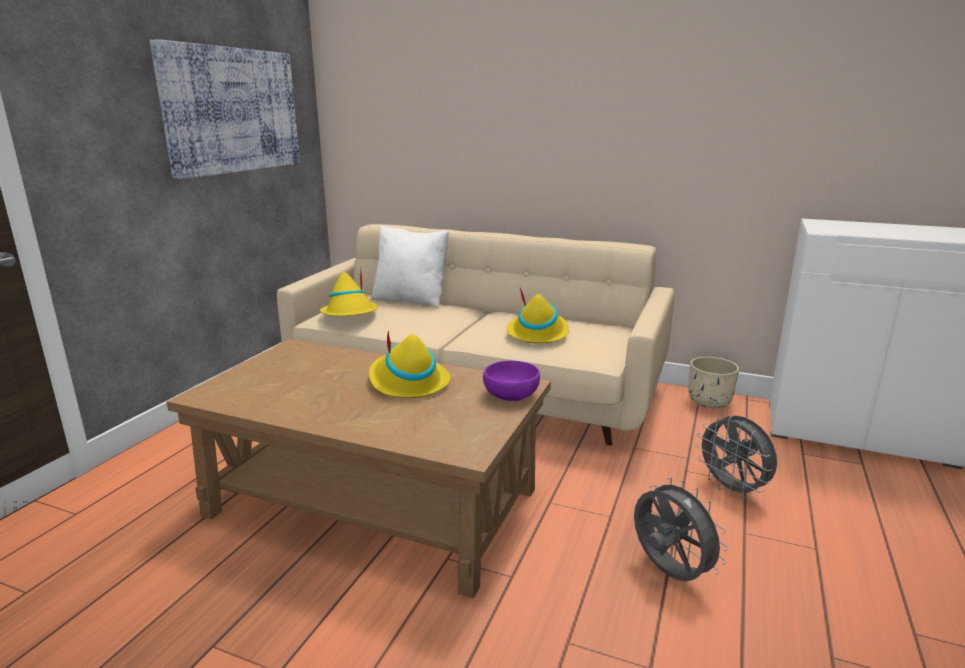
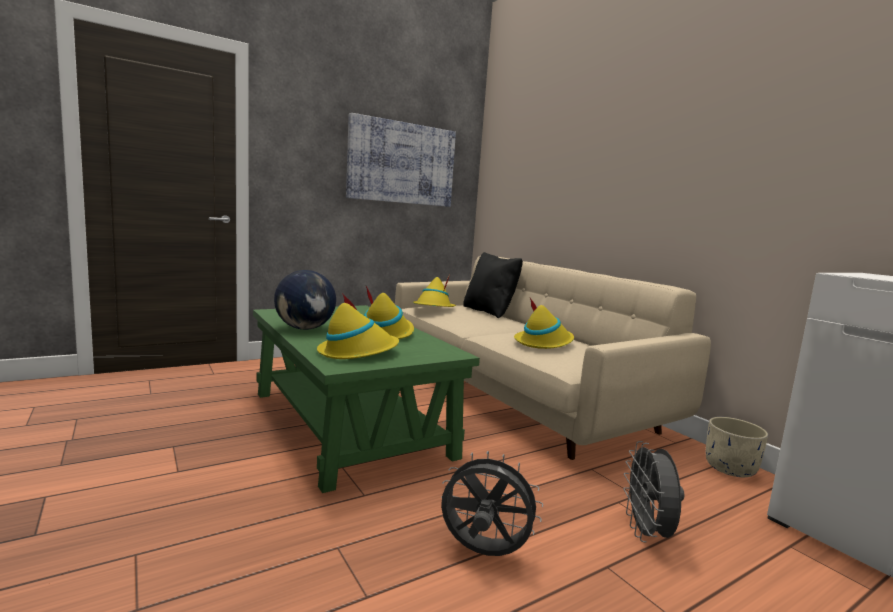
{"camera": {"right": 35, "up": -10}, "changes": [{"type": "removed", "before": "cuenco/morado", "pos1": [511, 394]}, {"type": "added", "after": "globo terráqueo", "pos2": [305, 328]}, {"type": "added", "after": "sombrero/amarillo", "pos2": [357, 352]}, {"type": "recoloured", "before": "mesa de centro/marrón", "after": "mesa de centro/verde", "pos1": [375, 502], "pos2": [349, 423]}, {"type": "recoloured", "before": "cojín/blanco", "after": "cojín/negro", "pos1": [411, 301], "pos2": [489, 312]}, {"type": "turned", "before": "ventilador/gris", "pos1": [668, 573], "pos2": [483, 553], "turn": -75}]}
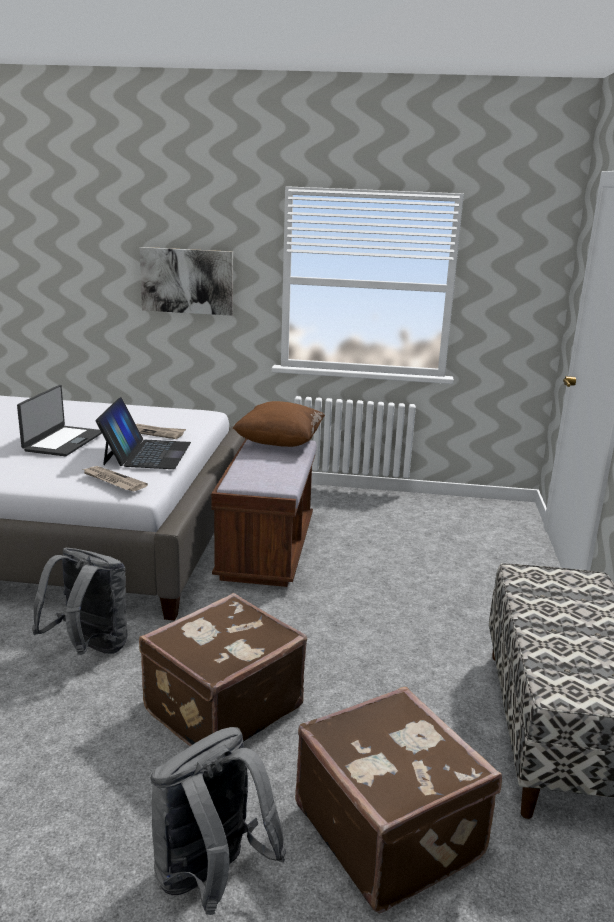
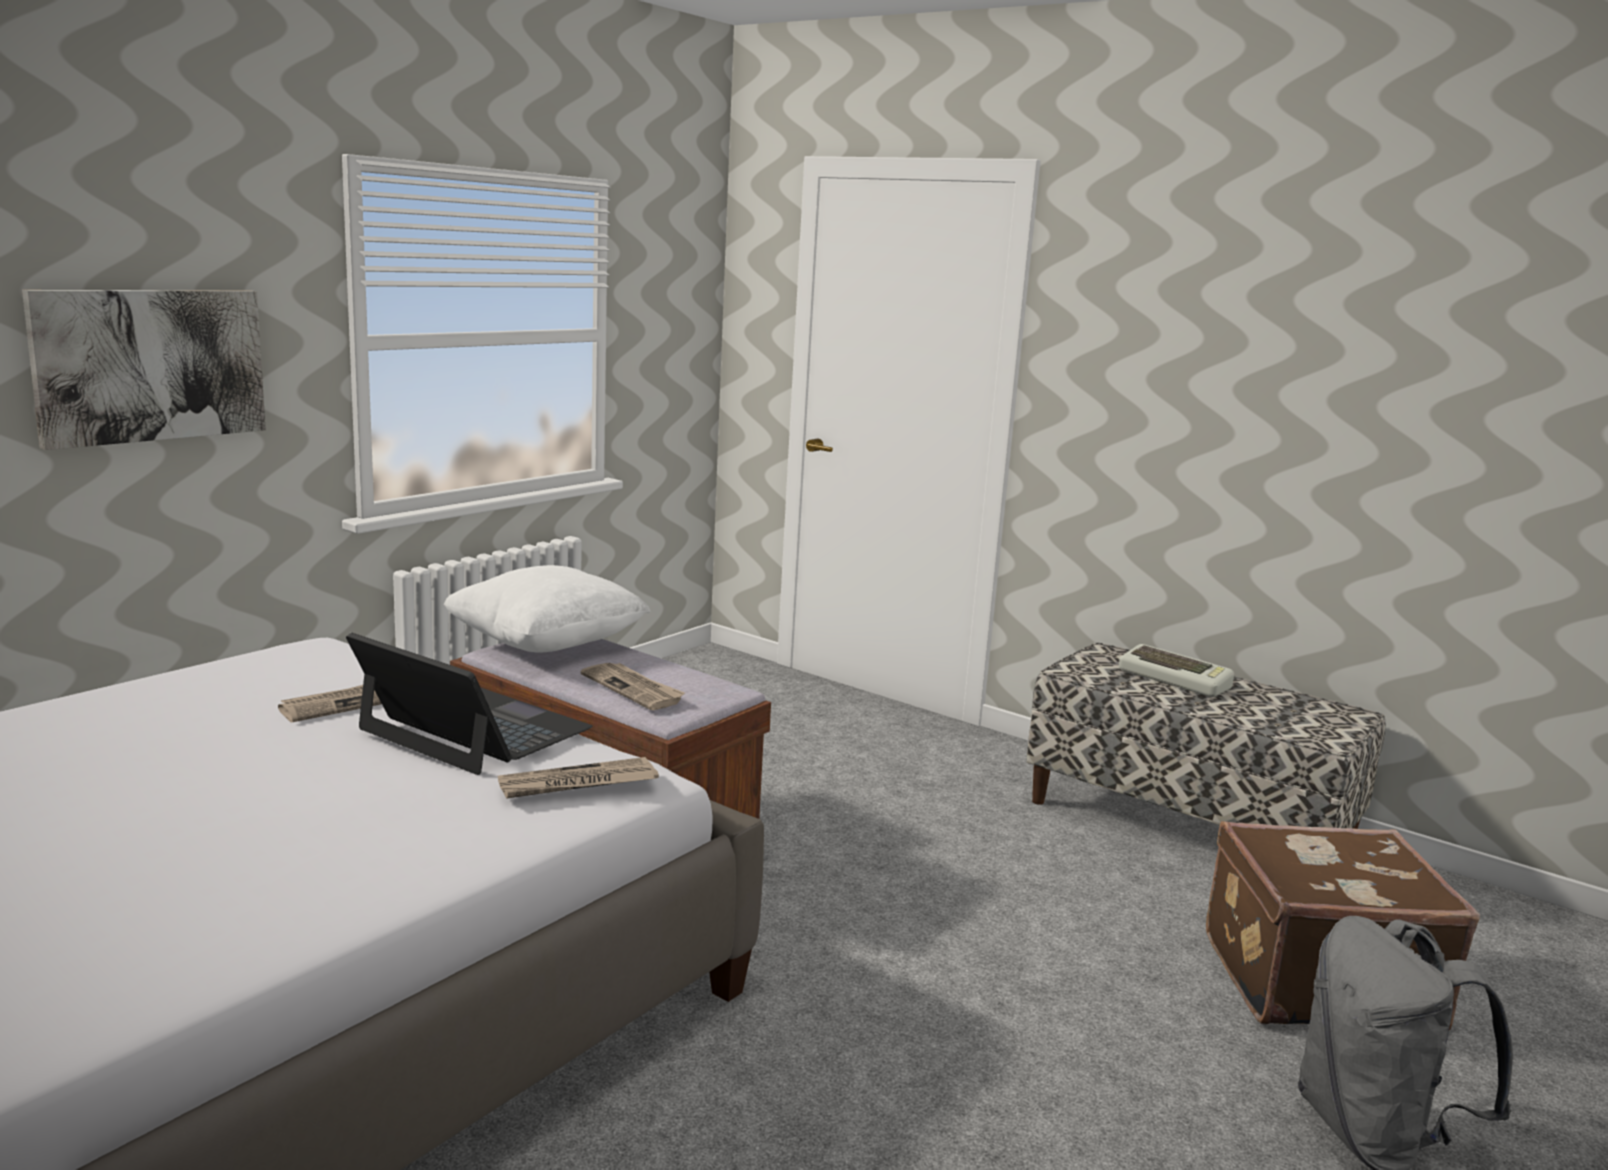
{"camera": {"right": -60, "up": -5}, "changes": [{"type": "removed", "before": "portátil", "pos1": [63, 441]}, {"type": "removed", "before": "mochila/gris", "pos1": [89, 649]}, {"type": "removed", "before": "maleta/marrón", "pos1": [221, 707]}, {"type": "added", "after": "periódico", "pos2": [633, 689]}, {"type": "added", "after": "teclado", "pos2": [1176, 679]}, {"type": "recoloured", "before": "cojín/marrón", "after": "cojín/blanco", "pos1": [279, 443], "pos2": [546, 646]}]}
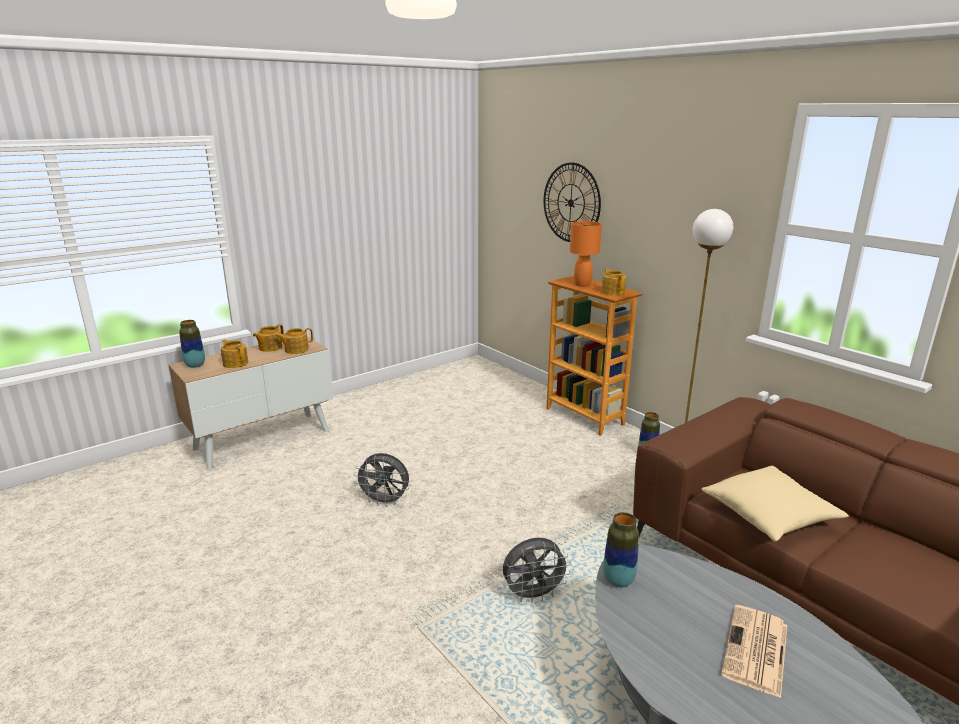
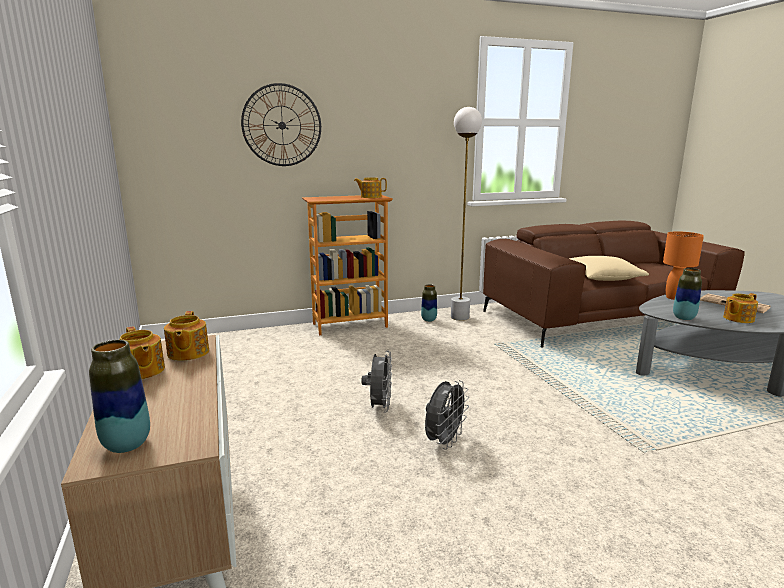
{"camera": {"right": -70, "up": -5}, "changes": [{"type": "moved", "before": "tetera", "pos1": [235, 363], "pos2": [737, 318]}, {"type": "moved", "before": "ventilador/gris", "pos1": [533, 595], "pos2": [379, 407]}, {"type": "moved", "before": "lámpara de mesa/naranja", "pos1": [582, 284], "pos2": [674, 298]}]}
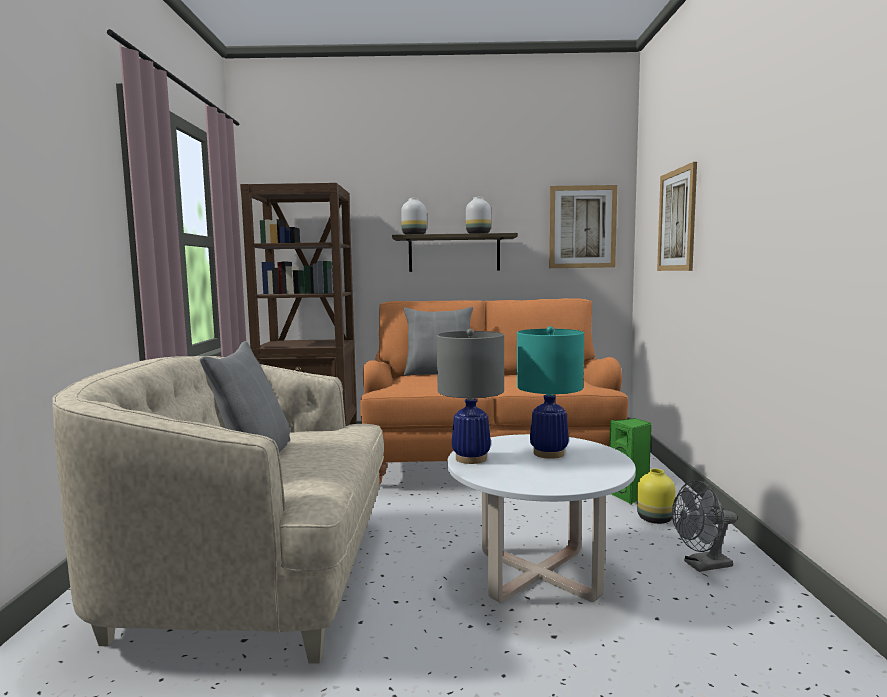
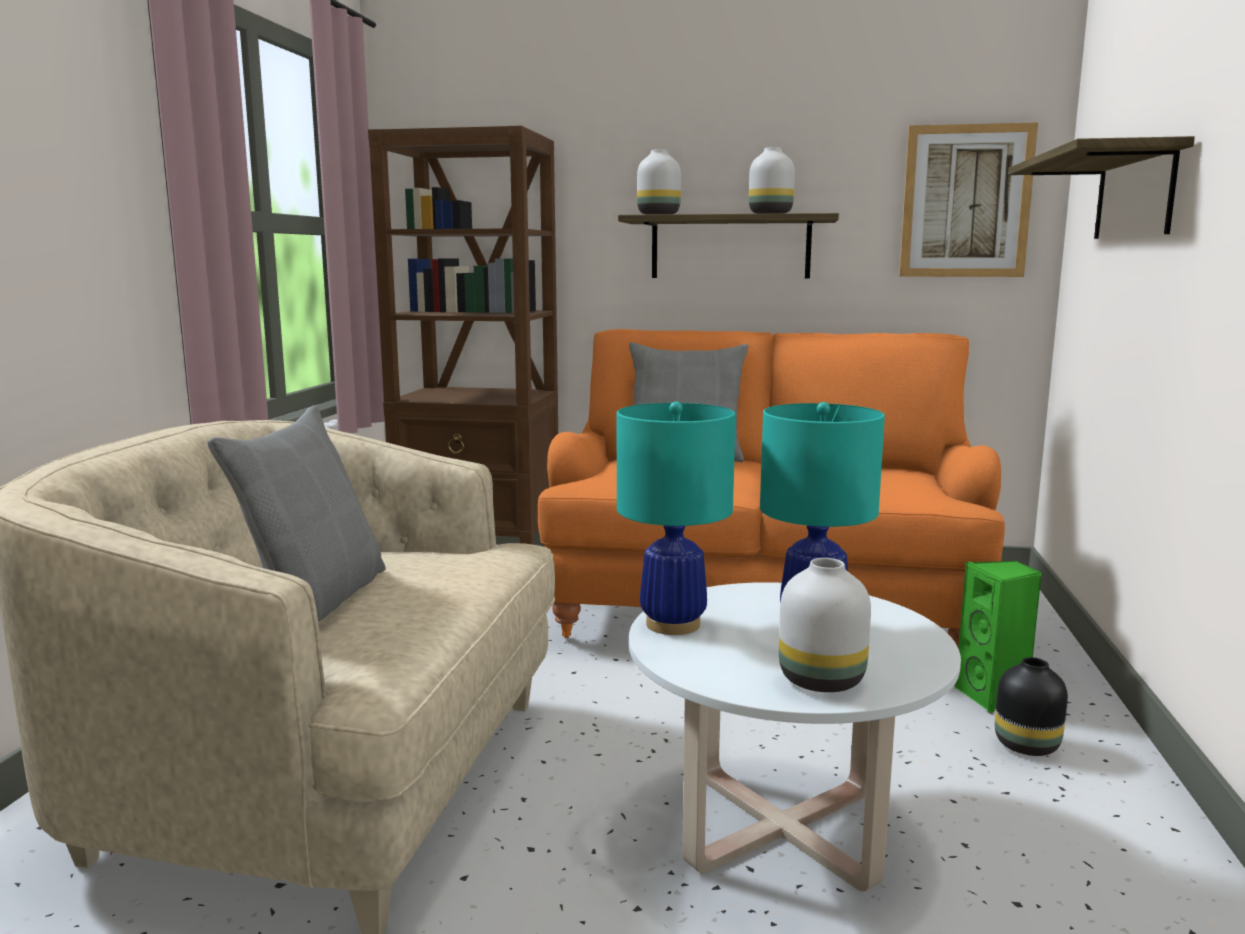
{"camera": {"right": 10, "up": 5}, "changes": [{"type": "removed", "before": "ventilador/gris", "pos1": [702, 566]}, {"type": "added", "after": "florero/blanco", "pos2": [819, 680]}, {"type": "replaced", "before": "cuadro", "after": "estante", "pos1": [677, 220], "pos2": [1133, 195]}, {"type": "recoloured", "before": "lámpara de mesa/gris", "after": "lámpara de mesa/turquesa", "pos1": [471, 458], "pos2": [673, 624]}, {"type": "recoloured", "before": "florero/amarillo", "after": "florero/negro", "pos1": [654, 518], "pos2": [1025, 745]}]}
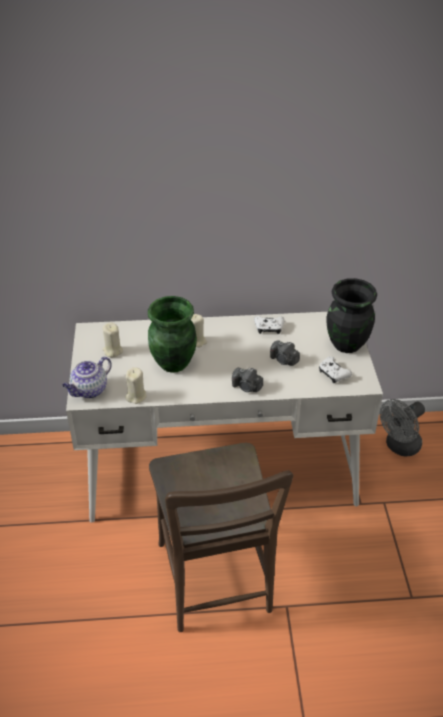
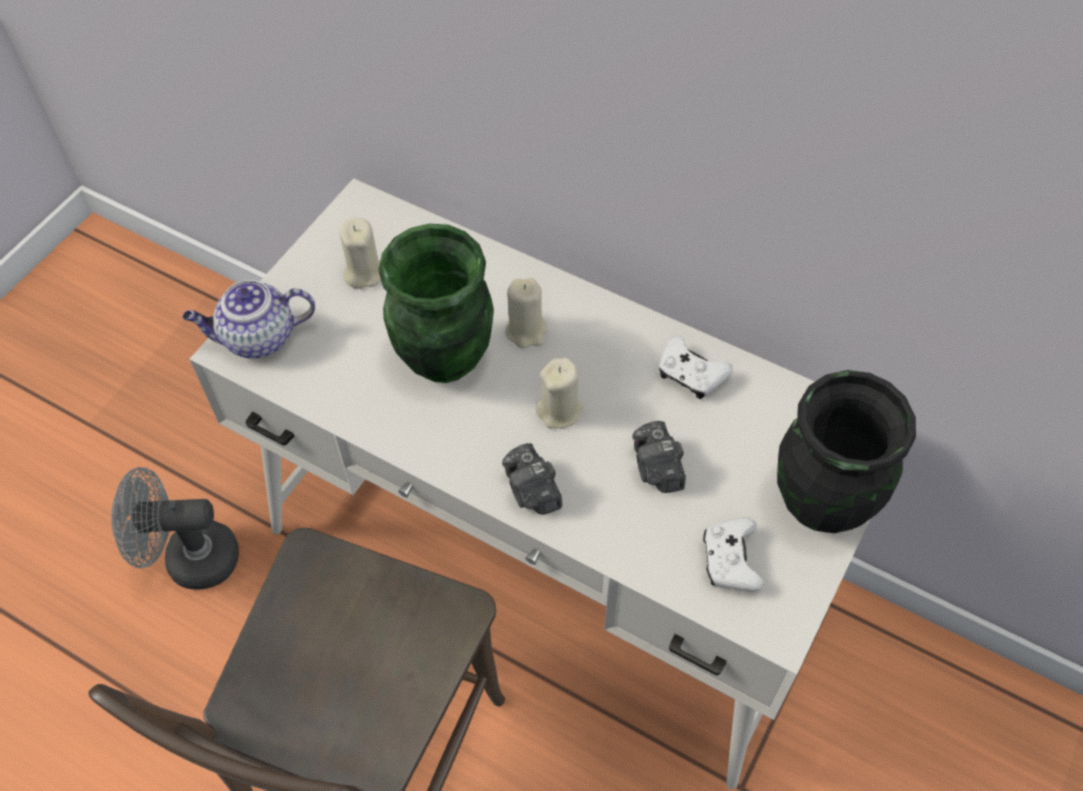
{"camera": {"right": 35, "up": 15}, "changes": [{"type": "moved", "before": "vela/beis", "pos1": [136, 396], "pos2": [560, 410]}, {"type": "moved", "before": "ventilador/gris", "pos1": [399, 447], "pos2": [190, 559]}]}
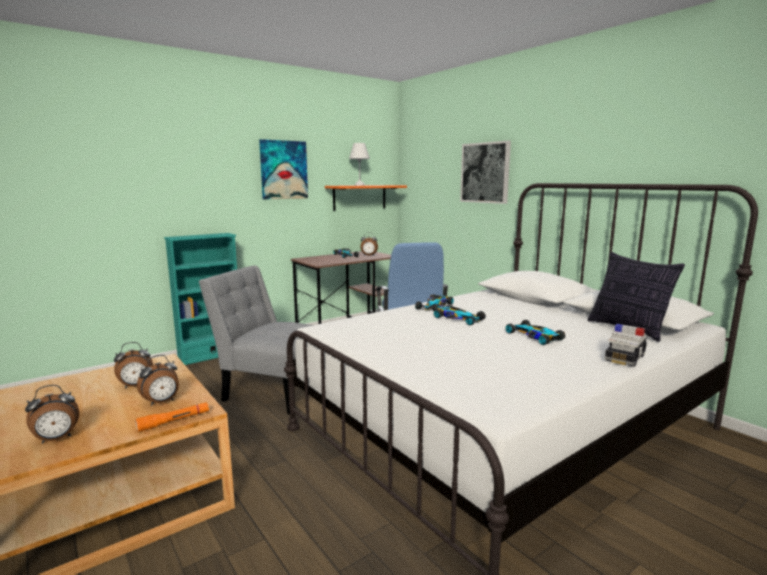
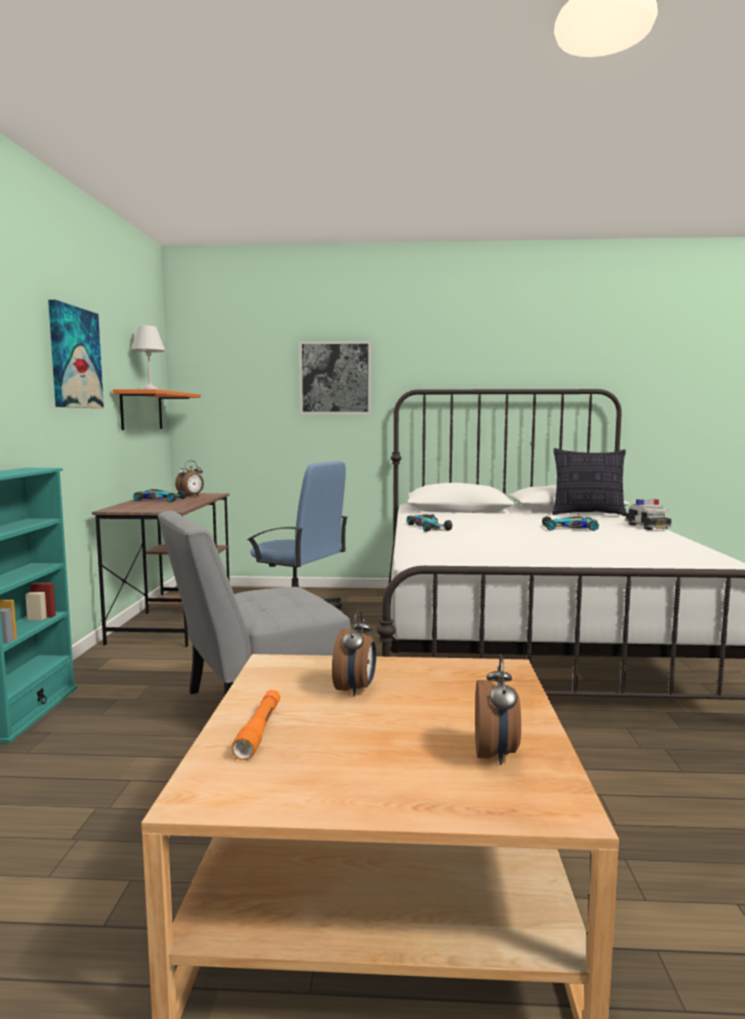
{"camera": {"right": -50, "up": -5}, "changes": [{"type": "removed", "before": "despertador", "pos1": [161, 402]}, {"type": "removed", "before": "coche de juguete", "pos1": [458, 318]}, {"type": "moved", "before": "linterna/naranja", "pos1": [174, 421], "pos2": [259, 731]}]}
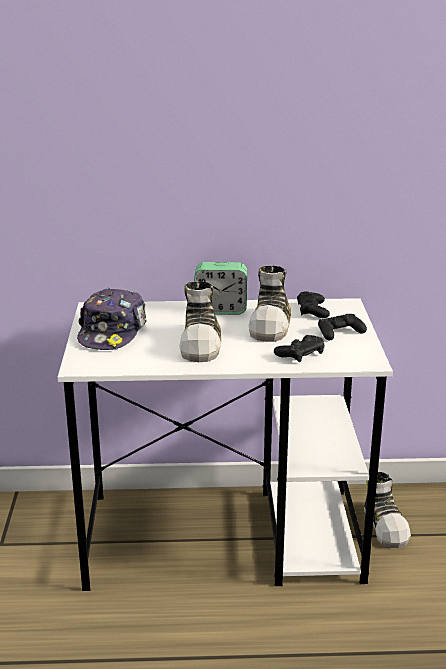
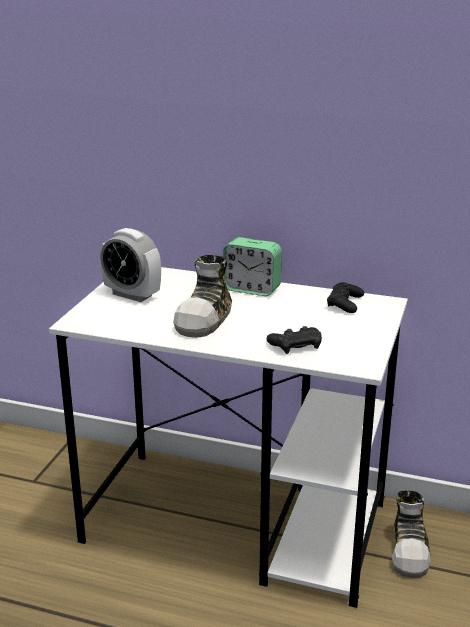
{"camera": {"right": 20, "up": 0}, "changes": [{"type": "removed", "before": "zapato", "pos1": [271, 324]}, {"type": "removed", "before": "mando de consola/negro", "pos1": [340, 332]}, {"type": "replaced", "before": "gorra", "after": "despertador", "pos1": [113, 332], "pos2": [132, 295]}]}
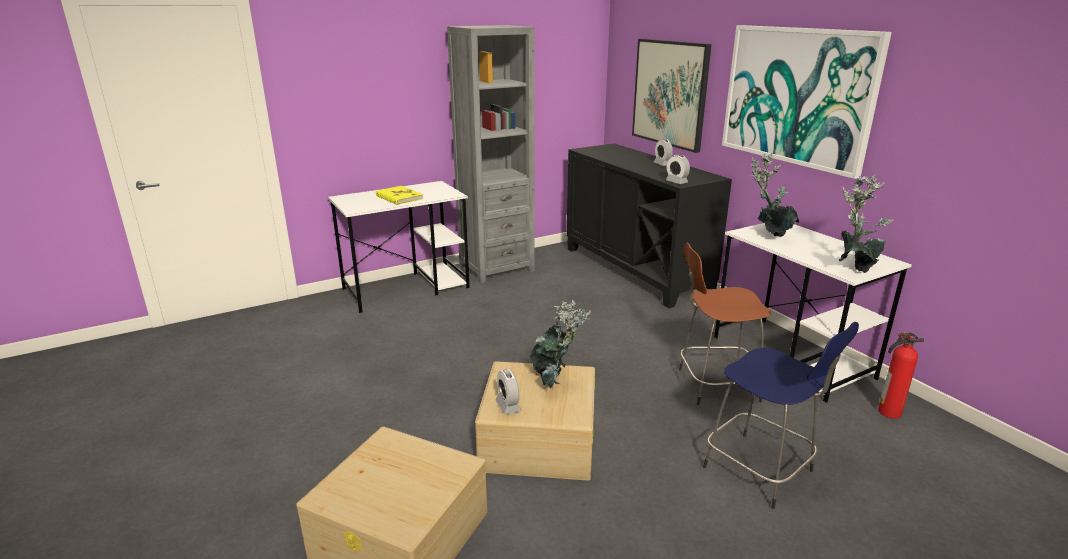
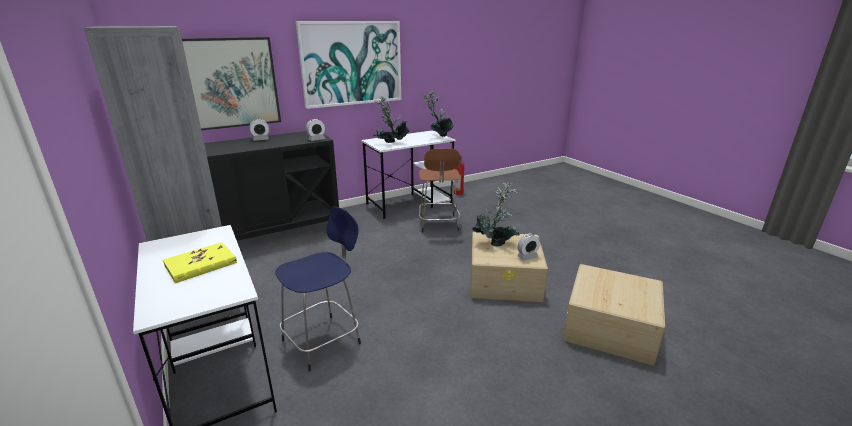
{"camera": {"right": -90, "up": 0}, "changes": [{"type": "moved", "before": "taburete/azul", "pos1": [761, 471], "pos2": [324, 340]}]}
